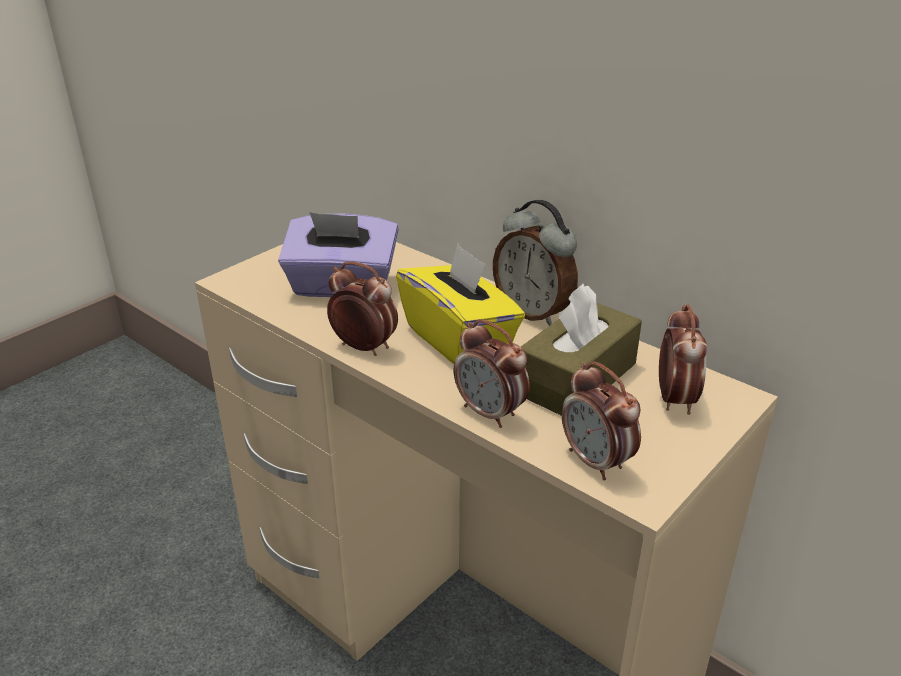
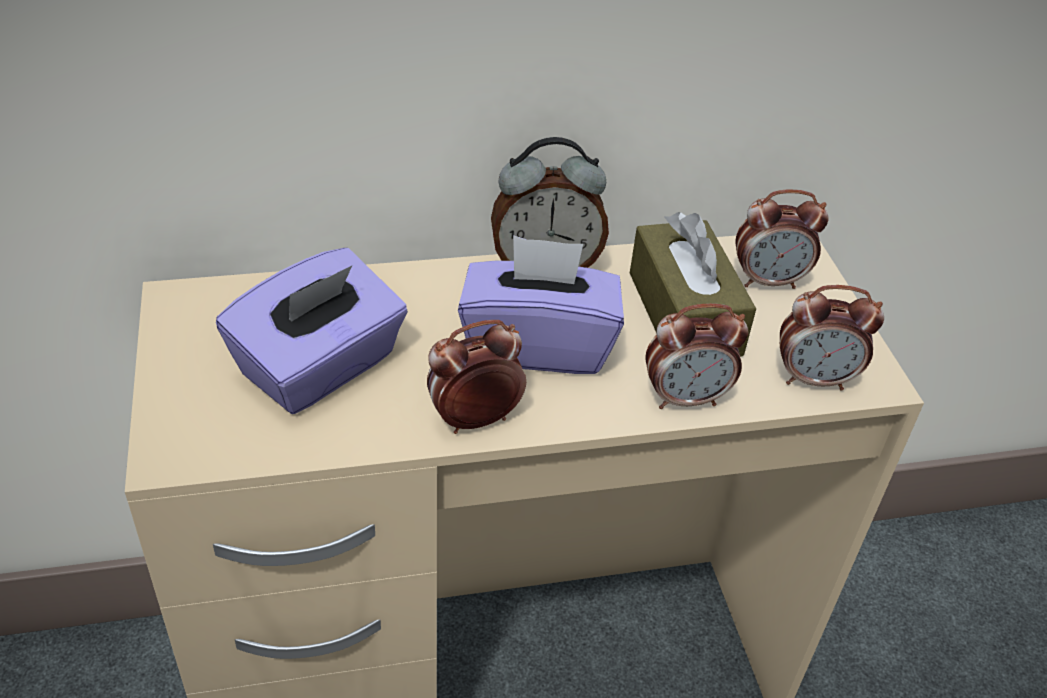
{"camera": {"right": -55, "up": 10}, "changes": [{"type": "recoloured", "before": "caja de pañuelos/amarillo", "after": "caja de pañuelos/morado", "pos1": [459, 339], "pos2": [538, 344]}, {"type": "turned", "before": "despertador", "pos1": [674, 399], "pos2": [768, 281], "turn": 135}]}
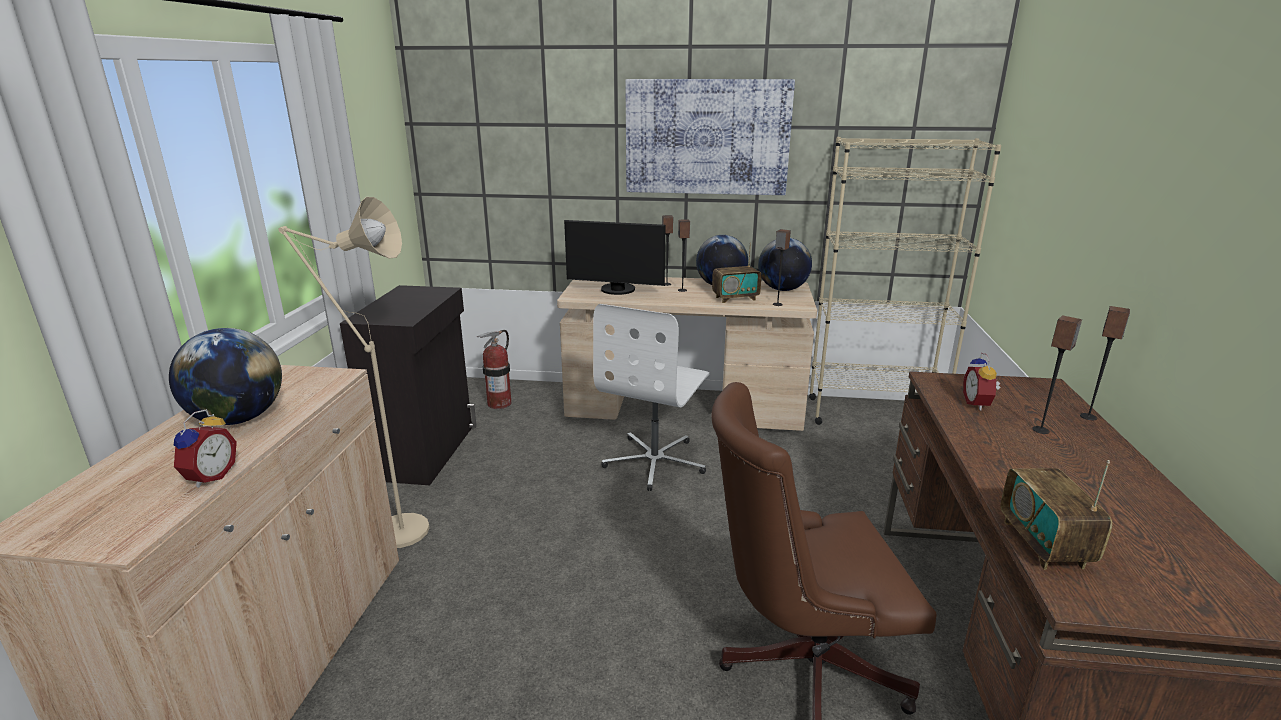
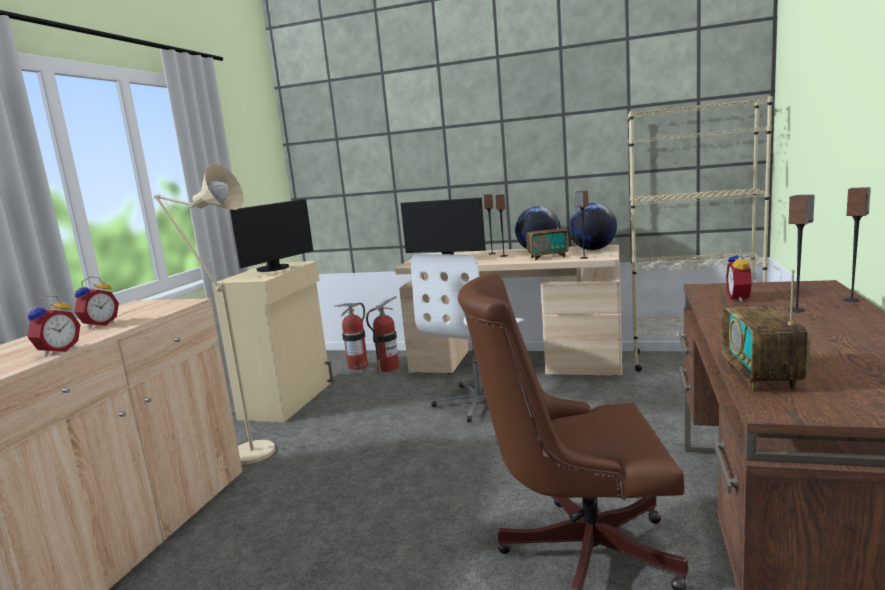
{"camera": {"right": 10, "up": -10}, "changes": [{"type": "removed", "before": "cuadro", "pos1": [707, 137]}, {"type": "added", "after": "monitor", "pos2": [275, 268]}, {"type": "added", "after": "extintor", "pos2": [388, 368]}, {"type": "replaced", "before": "globo terráqueo", "after": "despertador", "pos1": [238, 419], "pos2": [99, 325]}, {"type": "recoloured", "before": "armario/negro", "after": "armario/beis", "pos1": [426, 452], "pos2": [288, 400]}]}
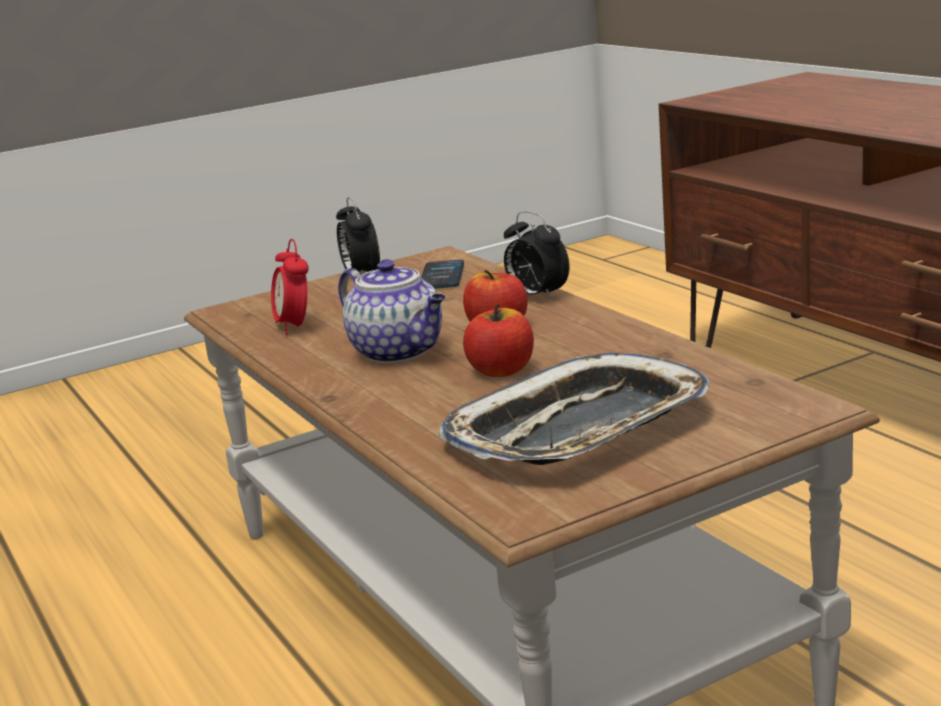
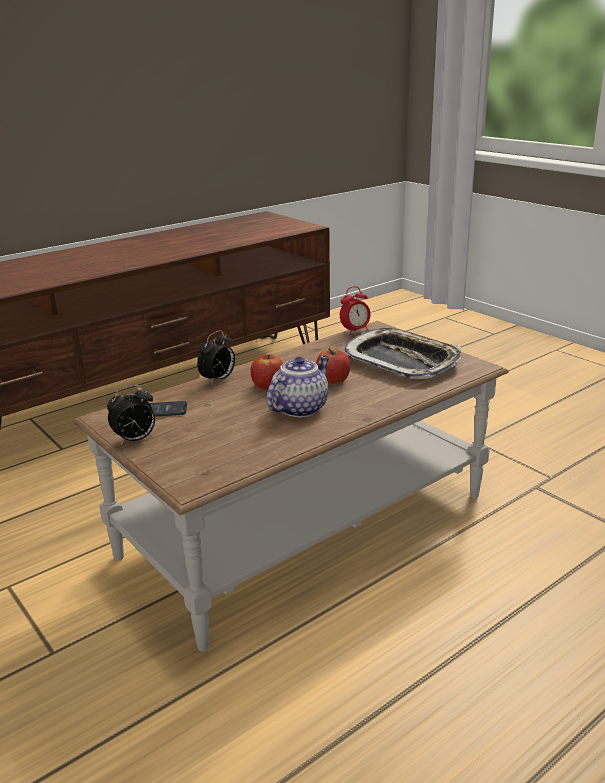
{"camera": {"right": -100, "up": 5}, "changes": [{"type": "moved", "before": "despertador", "pos1": [295, 327], "pos2": [355, 331]}]}
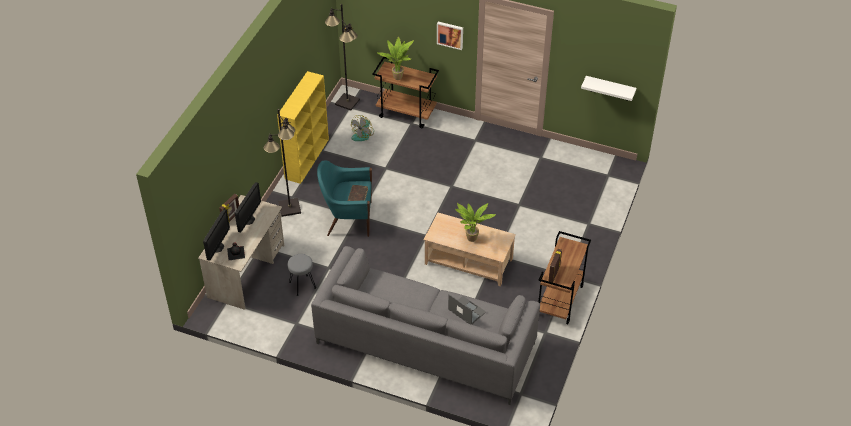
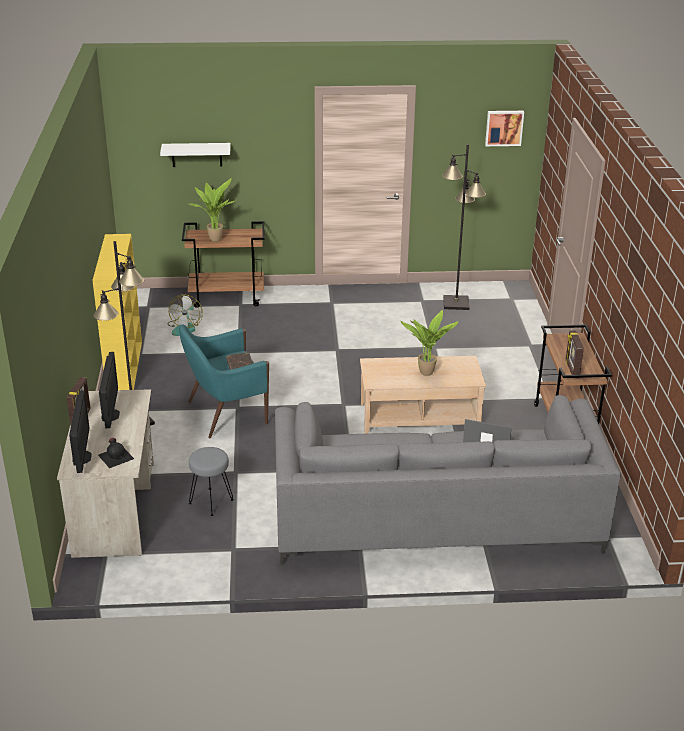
{"camera": {"right": -25, "up": -15}, "changes": [{"type": "moved", "before": "lámpara de pie/negro", "pos1": [347, 102], "pos2": [455, 303]}, {"type": "moved", "before": "cuadro", "pos1": [450, 34], "pos2": [504, 127]}, {"type": "moved", "before": "estante/blanco", "pos1": [610, 88], "pos2": [196, 154]}]}
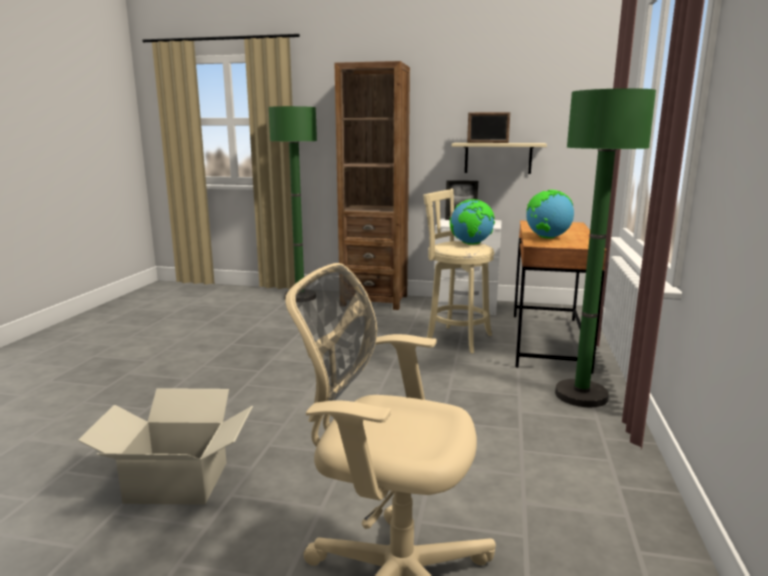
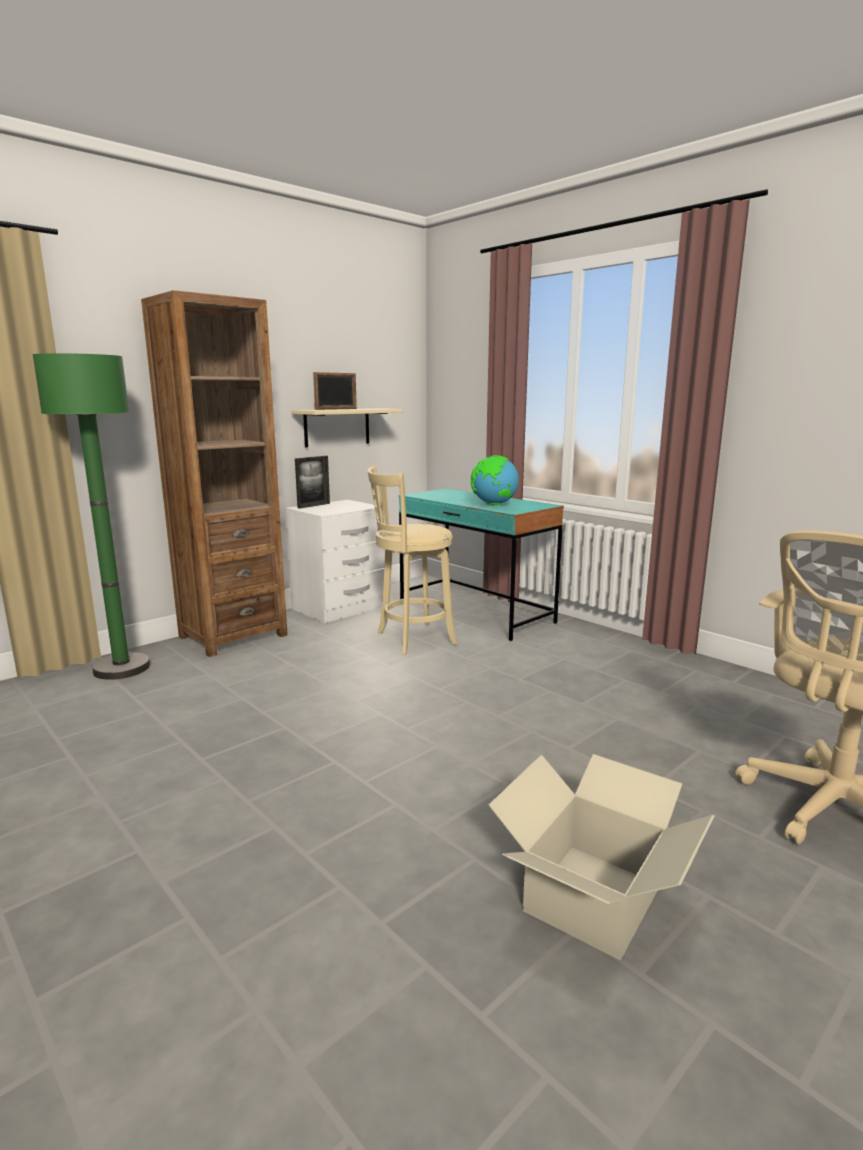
{"camera": {"right": -55, "up": 0}, "changes": [{"type": "removed", "before": "globo terráqueo", "pos1": [471, 244]}, {"type": "removed", "before": "lámpara de pie/verde", "pos1": [581, 395]}, {"type": "recoloured", "before": "escritorio/marrón", "after": "escritorio/turquesa", "pos1": [548, 341], "pos2": [475, 612]}]}
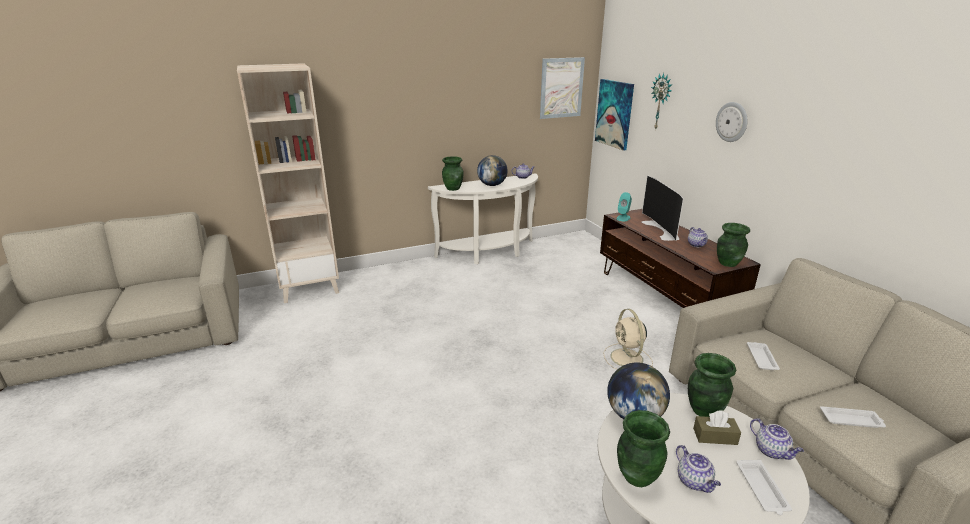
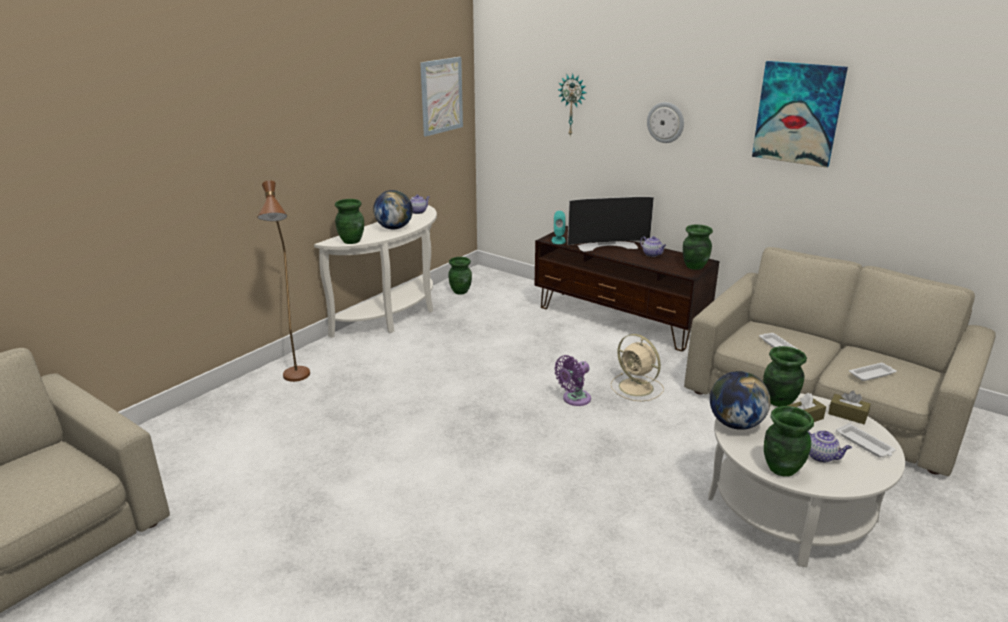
{"camera": {"right": -30, "up": 0}, "changes": [{"type": "removed", "before": "estantería/beis", "pos1": [310, 288]}, {"type": "added", "after": "lámpara de pie/marrón", "pos2": [297, 380]}, {"type": "added", "after": "florero/verde", "pos2": [460, 291]}, {"type": "added", "after": "ventilador/morado", "pos2": [574, 399]}, {"type": "moved", "before": "cuadro", "pos1": [614, 114], "pos2": [798, 113]}, {"type": "replaced", "before": "tetera", "after": "caja de pañuelos/marrón", "pos1": [772, 451], "pos2": [847, 415]}, {"type": "turned", "before": "televisor", "pos1": [662, 230], "pos2": [607, 245], "turn": -60}]}
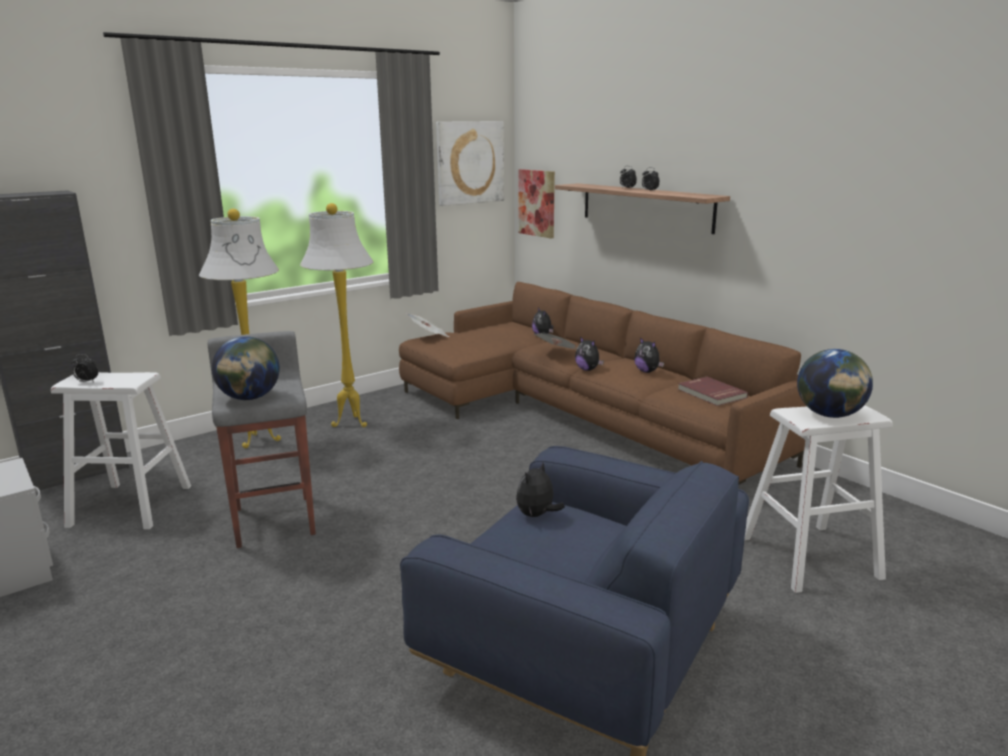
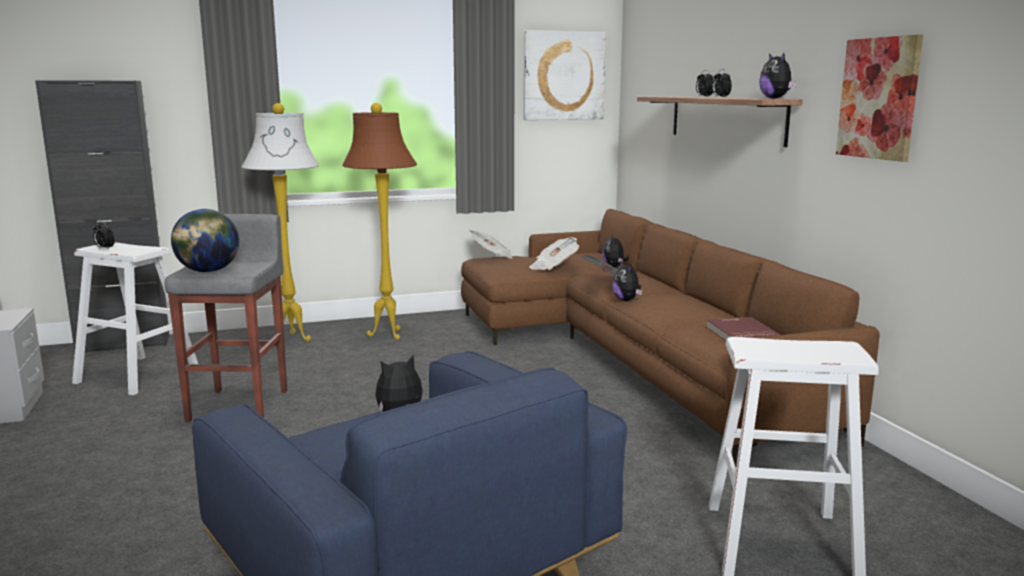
{"camera": {"right": 20, "up": -5}, "changes": [{"type": "removed", "before": "globo terráqueo", "pos1": [830, 415]}, {"type": "added", "after": "periódico", "pos2": [553, 267]}, {"type": "moved", "before": "cuadro", "pos1": [537, 203], "pos2": [879, 98]}, {"type": "moved", "before": "peluche", "pos1": [647, 371], "pos2": [775, 98]}, {"type": "recoloured", "before": "lámpara de pie/blanco", "after": "lámpara de pie/marrón", "pos1": [350, 424], "pos2": [386, 336]}]}
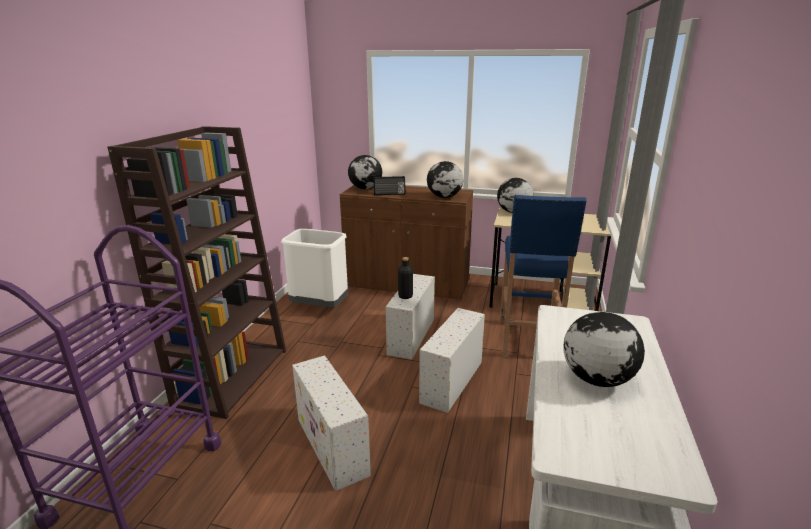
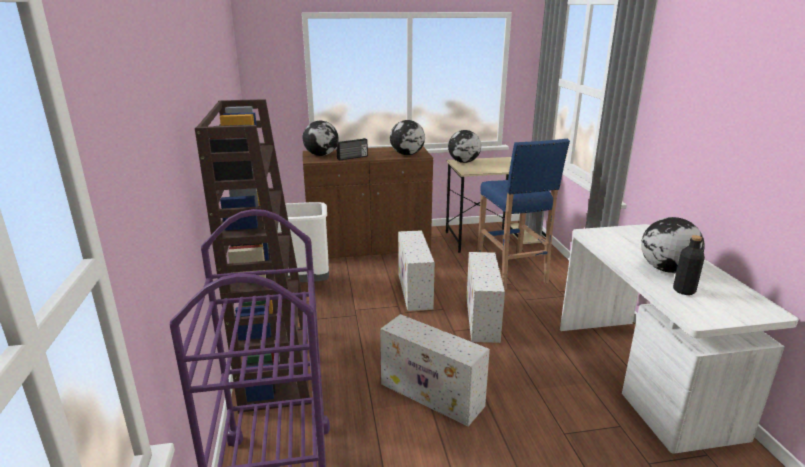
{"camera": {"right": -25, "up": 0}, "changes": [{"type": "moved", "before": "botella/negro", "pos1": [405, 296], "pos2": [684, 290]}]}
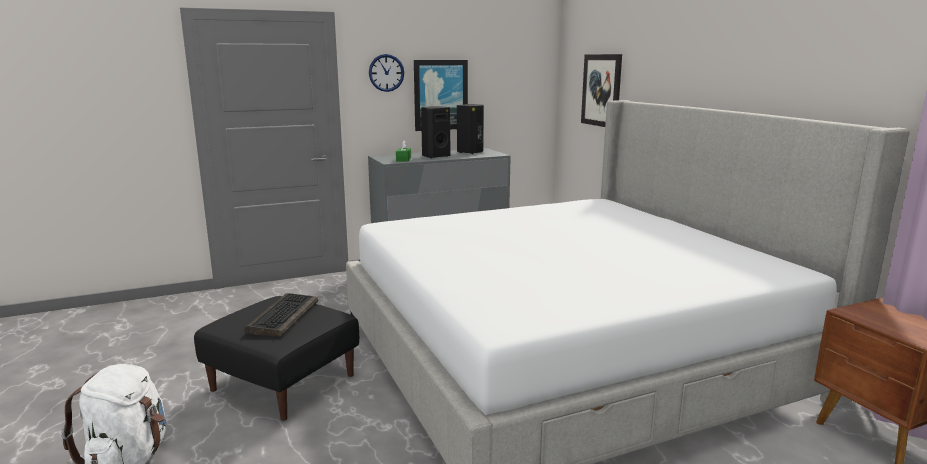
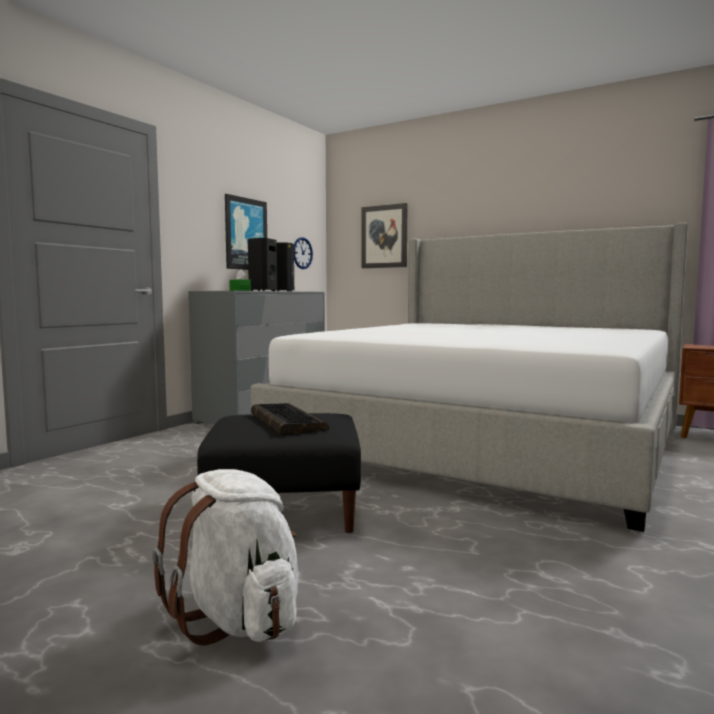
{"camera": {"right": -35, "up": -10}, "changes": [{"type": "moved", "before": "reloj de pared", "pos1": [386, 73], "pos2": [302, 253]}]}
